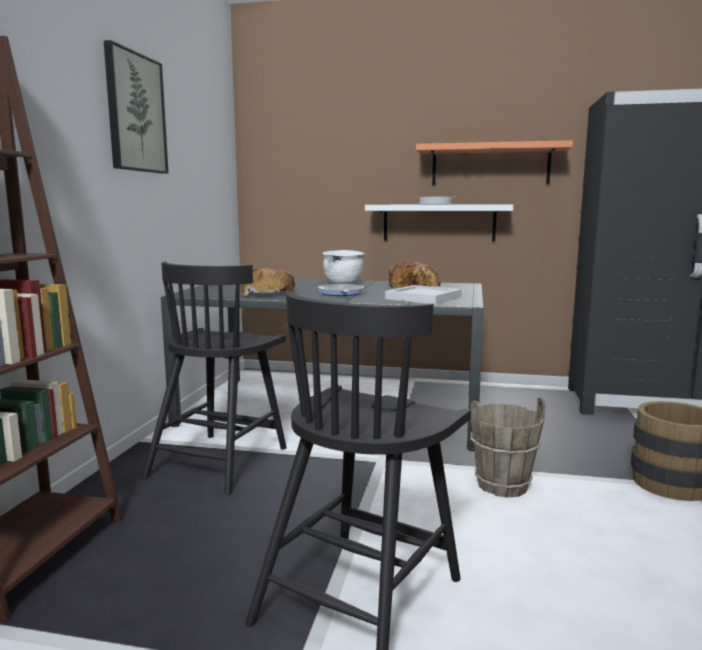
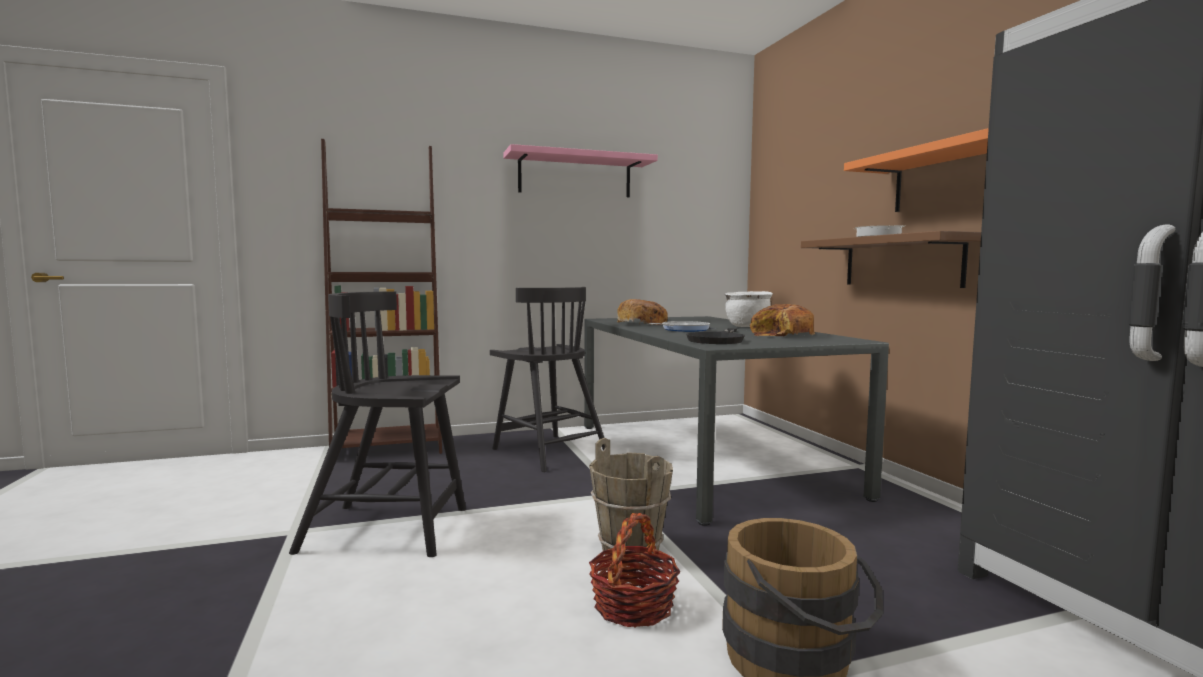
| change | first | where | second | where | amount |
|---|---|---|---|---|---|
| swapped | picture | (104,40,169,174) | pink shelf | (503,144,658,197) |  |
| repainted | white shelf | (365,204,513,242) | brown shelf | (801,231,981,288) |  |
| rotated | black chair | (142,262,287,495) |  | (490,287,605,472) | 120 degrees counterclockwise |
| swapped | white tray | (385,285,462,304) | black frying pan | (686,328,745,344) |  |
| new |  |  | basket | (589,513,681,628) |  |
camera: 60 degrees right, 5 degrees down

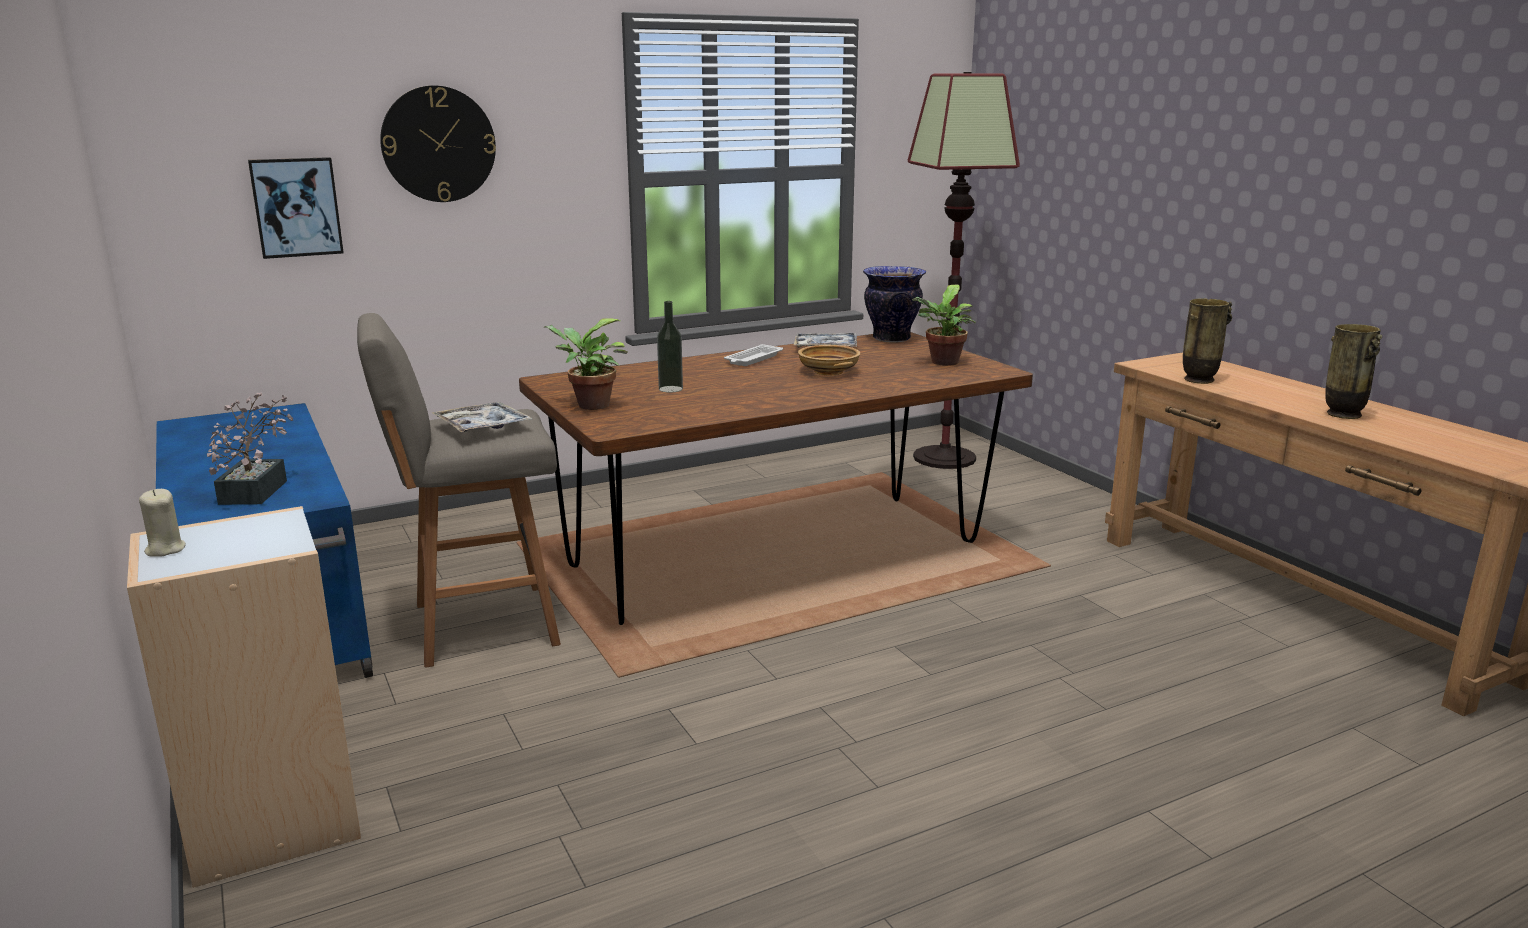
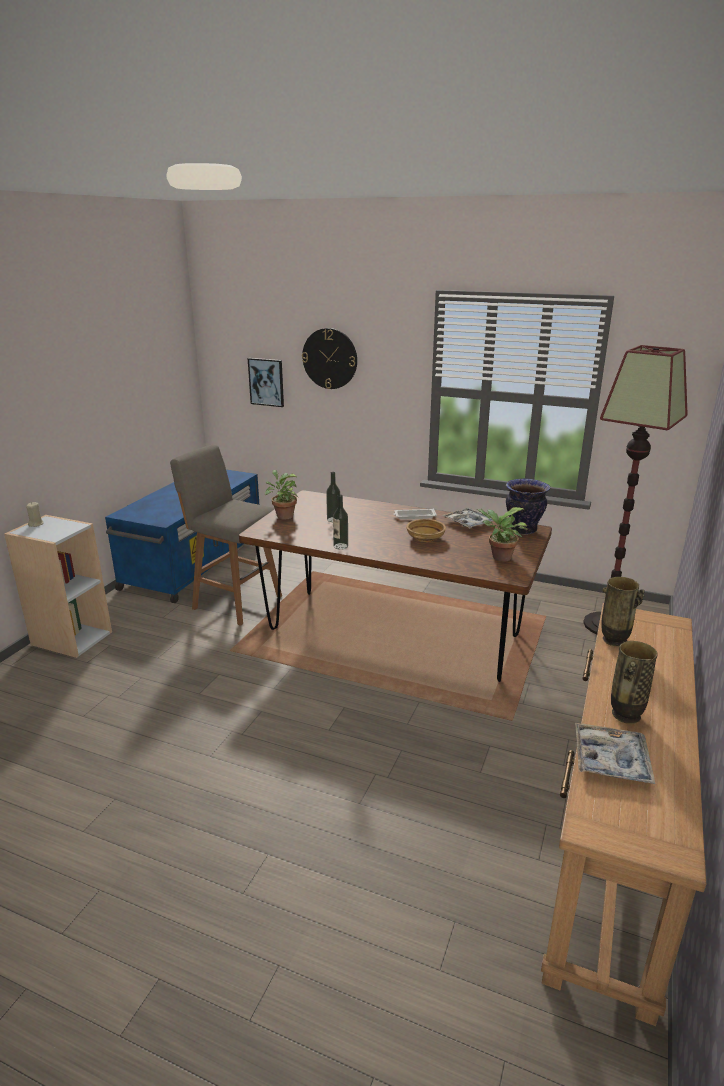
| change | first | where | second | where | amount |
|---|---|---|---|---|---|
| gone | potted plant | (207,392,294,505) |  |  |  |
| shifted | tray | (432,402,532,432) |  | (575,723,655,784) |  |
| new |  |  | bottle | (333,495,348,550) |  |
camera: 50 degrees right, 5 degrees up

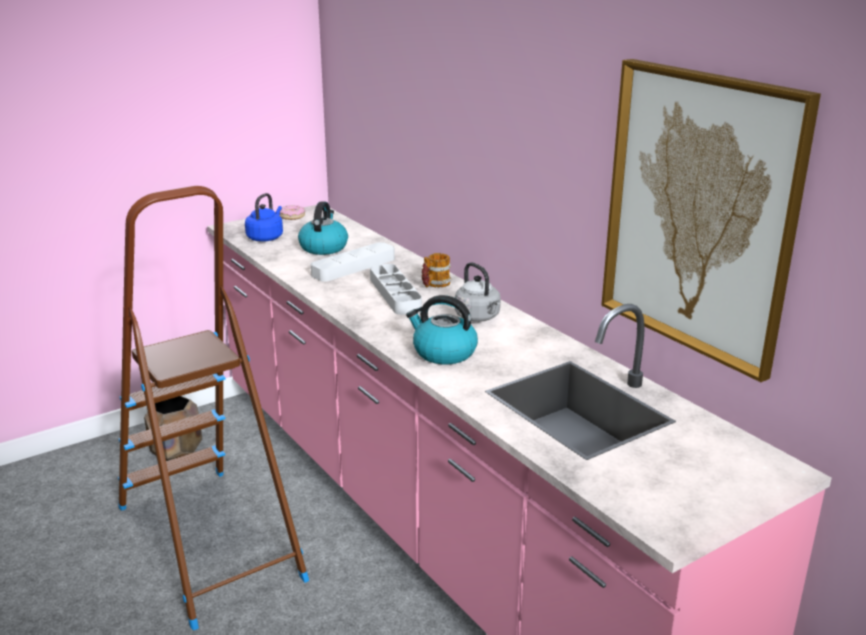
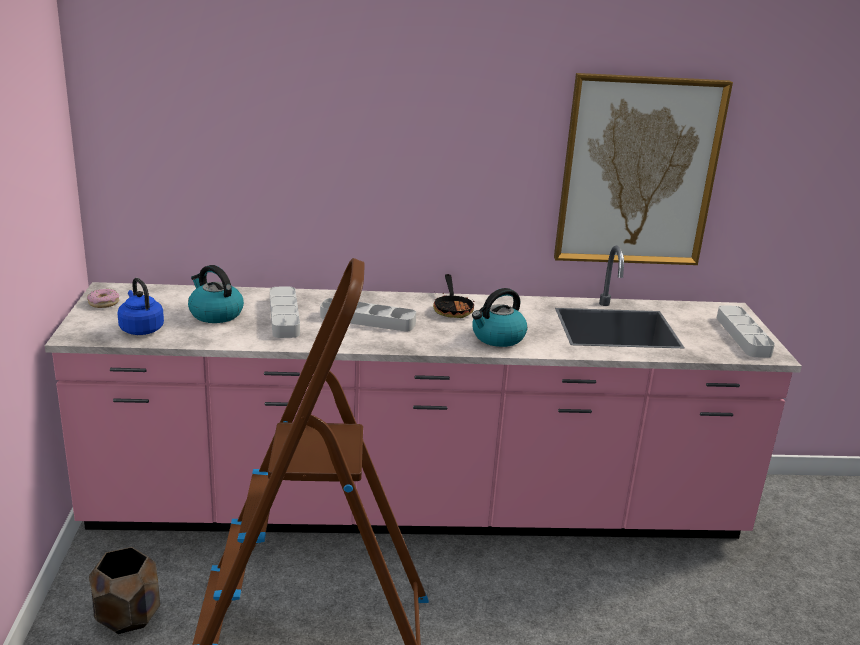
| change | first | where | second | where | amount |
|---|---|---|---|---|---|
| gone | mug | (422,253,451,287) |  |  |  |
| swapped | grey kettle | (455,262,501,322) | frying pan | (433,274,475,318) |  |
| new |  |  | grey tray | (716,305,775,358) |  |
camera: 60 degrees left, 0 degrees up

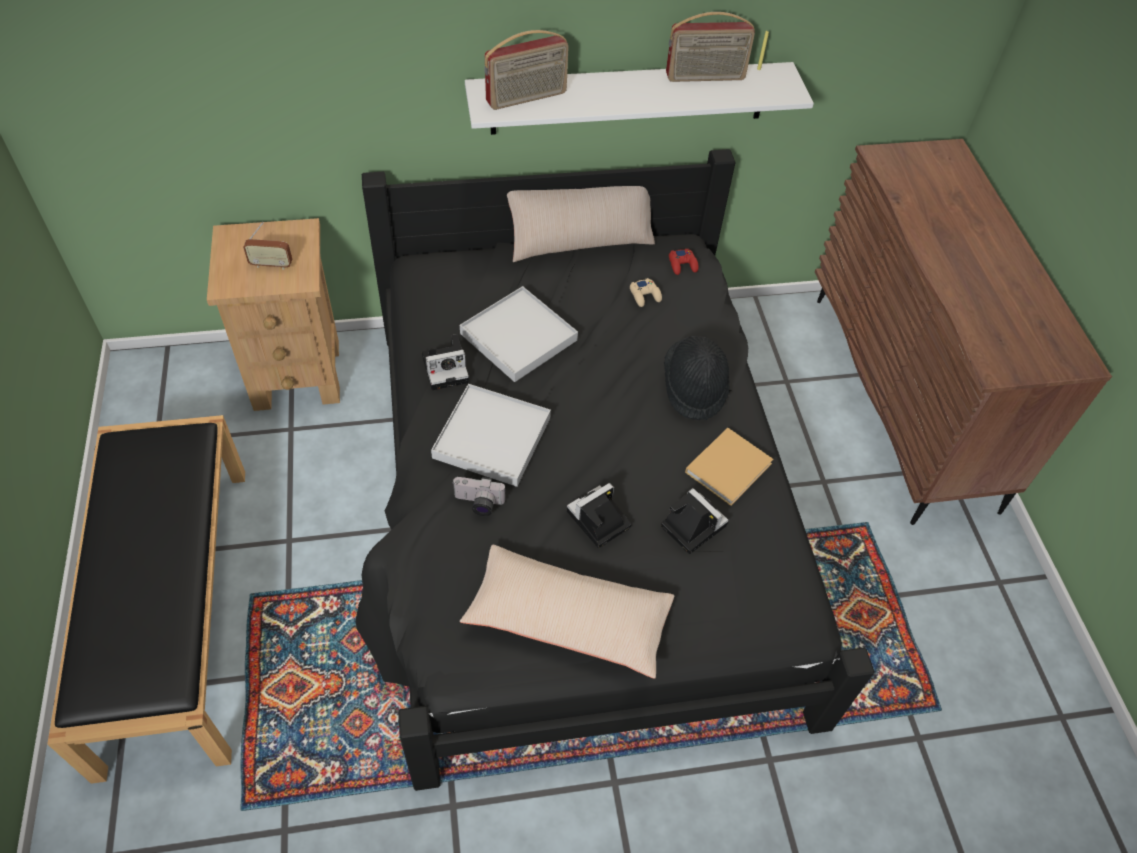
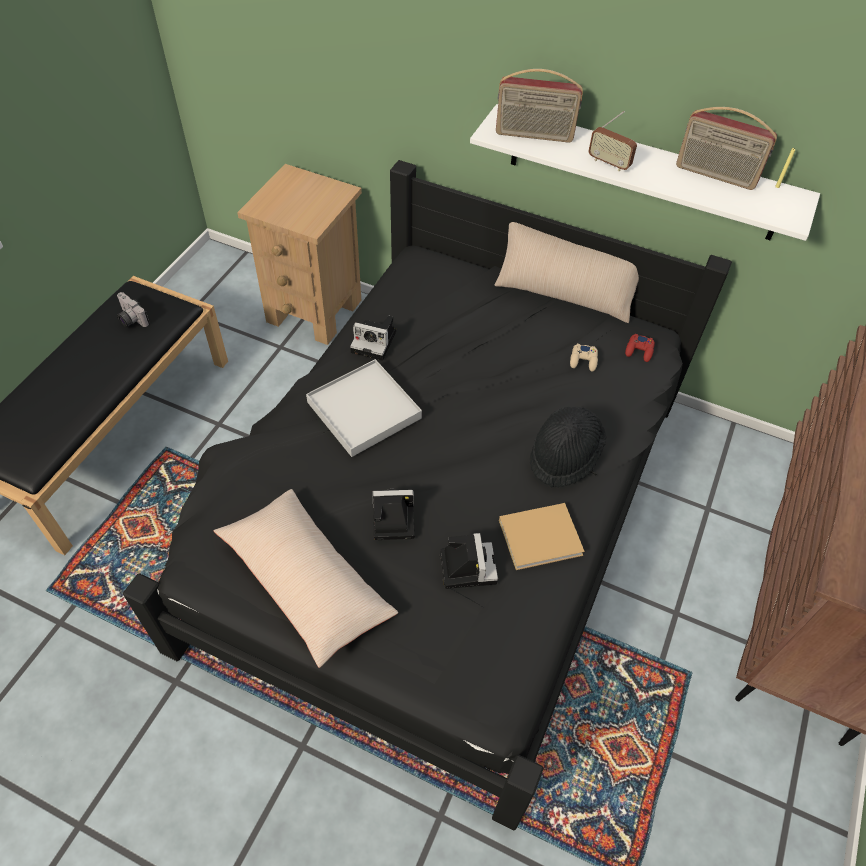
| change | first | where | second | where | amount |
|---|---|---|---|---|---|
| shifted | radio | (243,222,292,270) |  | (589,111,637,171) |  |
| gone | white tray | (460,286,578,382) |  |  |  |
| shifted | photo camera | (452,477,506,516) |  | (117,292,150,328) |  |
camera: 35 degrees right, 0 degrees up

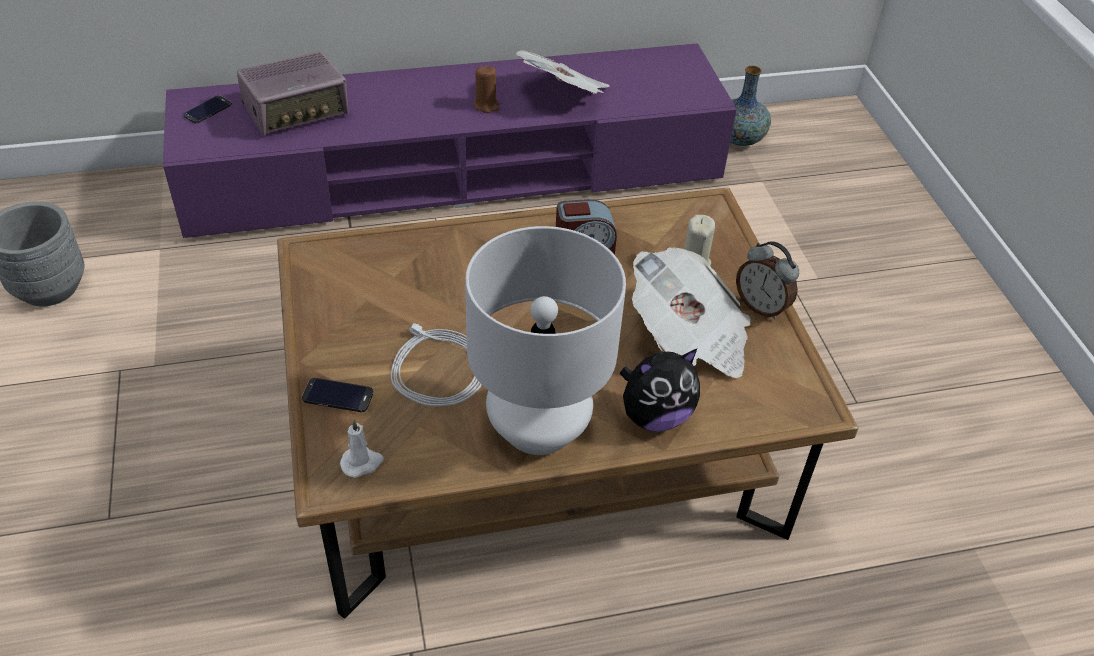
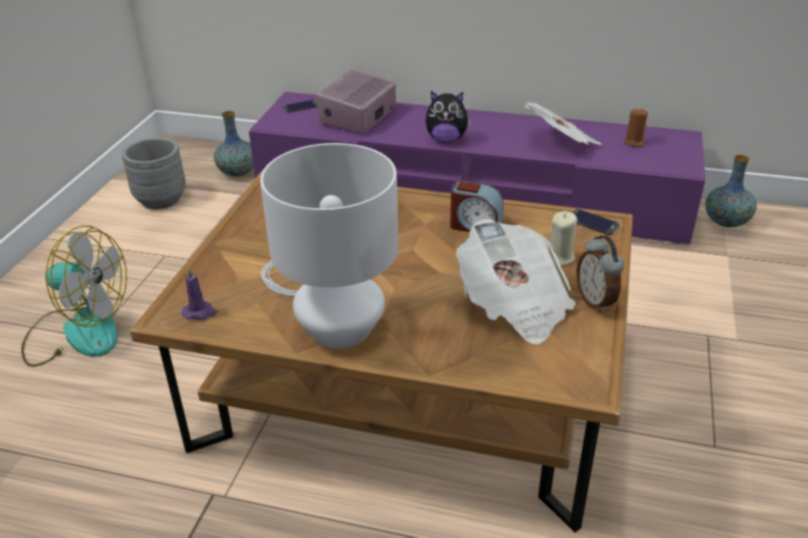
| change | first | where | second | where | amount |
|---|---|---|---|---|---|
| rotated | radio | (237,52,349,136) |  | (316,70,396,134) | 120 degrees clockwise |
| shifted | brown candle | (474,65,499,113) |  | (624,108,648,147) |  |
| shifted | plush toy | (620,348,700,432) |  | (425,91,472,143) |  |
| shifted | phone | (302,378,374,412) |  | (572,209,620,235) |  |
| repainted | white candle | (340,419,383,478) | purple candle | (182,267,217,320) |  |
| new |  |  | vase | (214,111,254,177) |  |
| new |  |  | fan | (21,226,127,367) |  |
camera: 30 degrees right, 10 degrees down

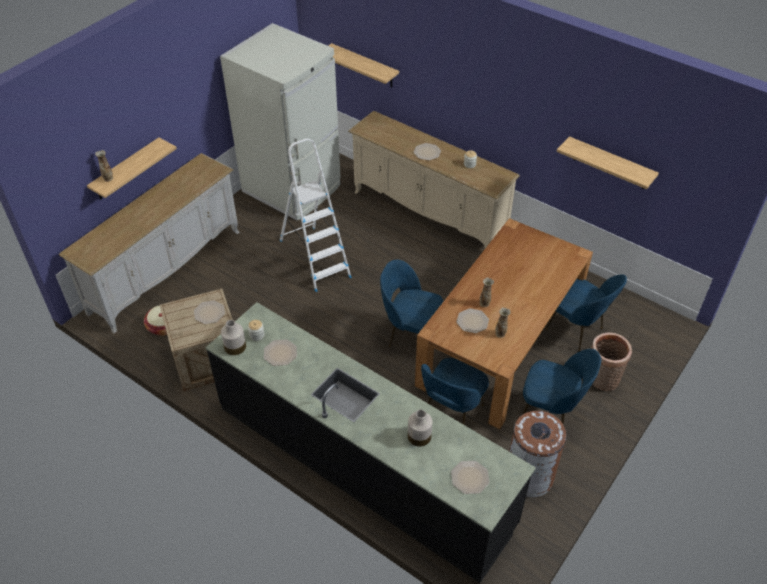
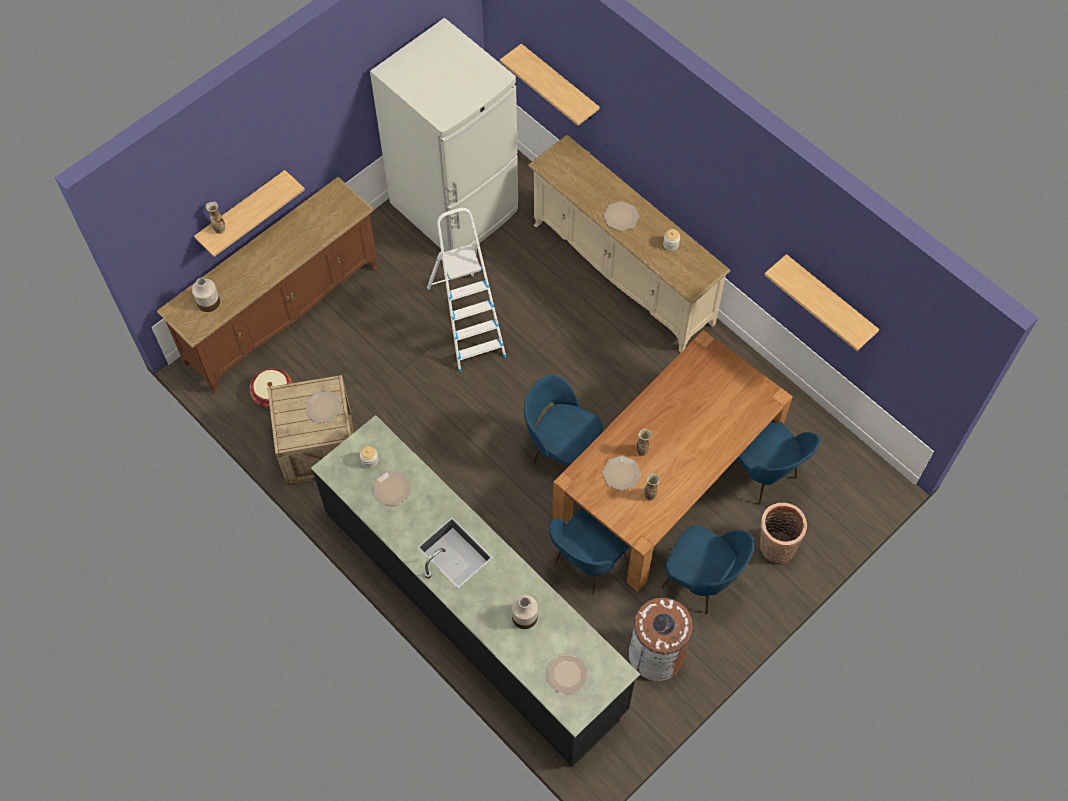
| change | first | where | second | where | amount |
|---|---|---|---|---|---|
| repainted | grey cabinet | (59,153,239,333) | brown cabinet | (157,177,379,395) |  |
| shifted | beige vase | (221,320,246,355) |  | (192,278,220,312) |  |
camera: 10 degrees right, 15 degrees up

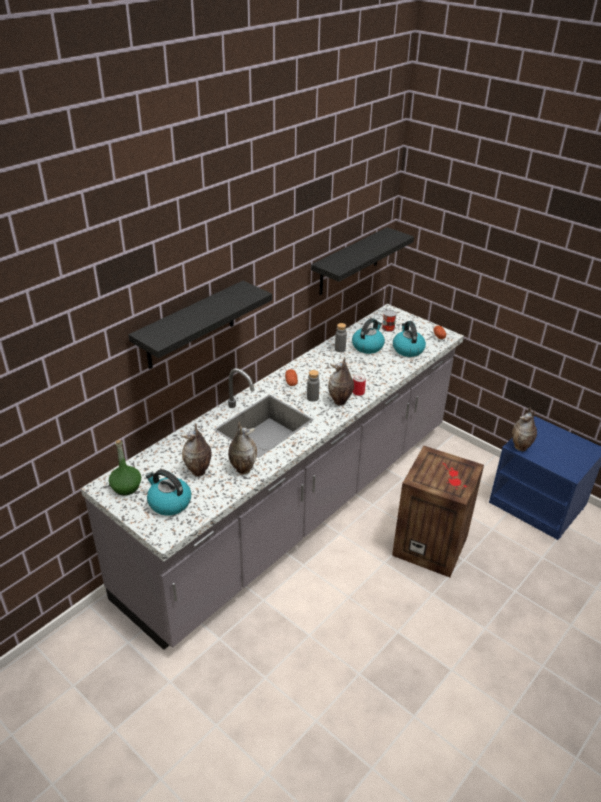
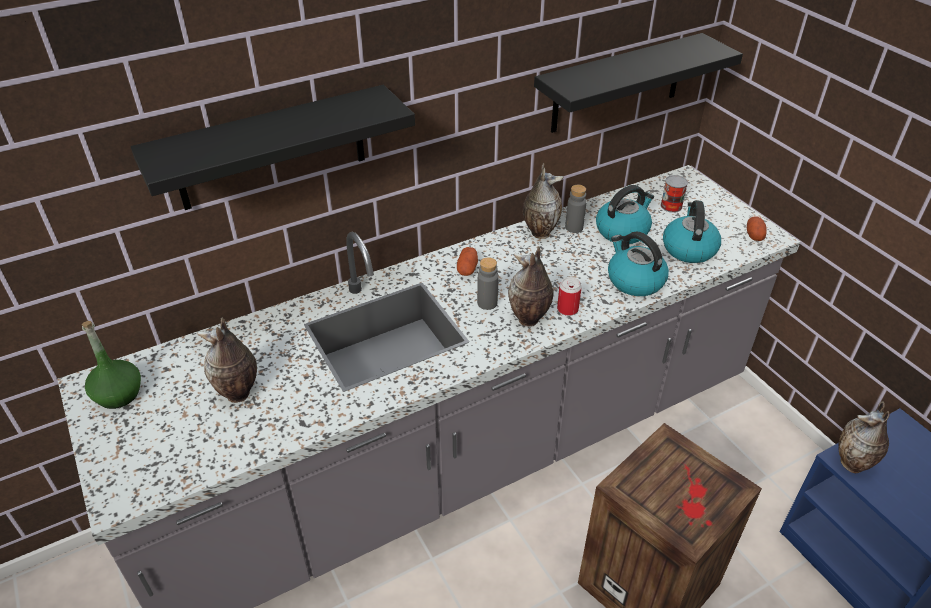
| change | first | where | second | where | amount |
|---|---|---|---|---|---|
| shifted | vase | (228,422,257,474) |  | (523,163,563,239) |  |
| shifted | kettle | (146,469,191,516) |  | (608,231,669,296) |  |
camera: 20 degrees right, 5 degrees up

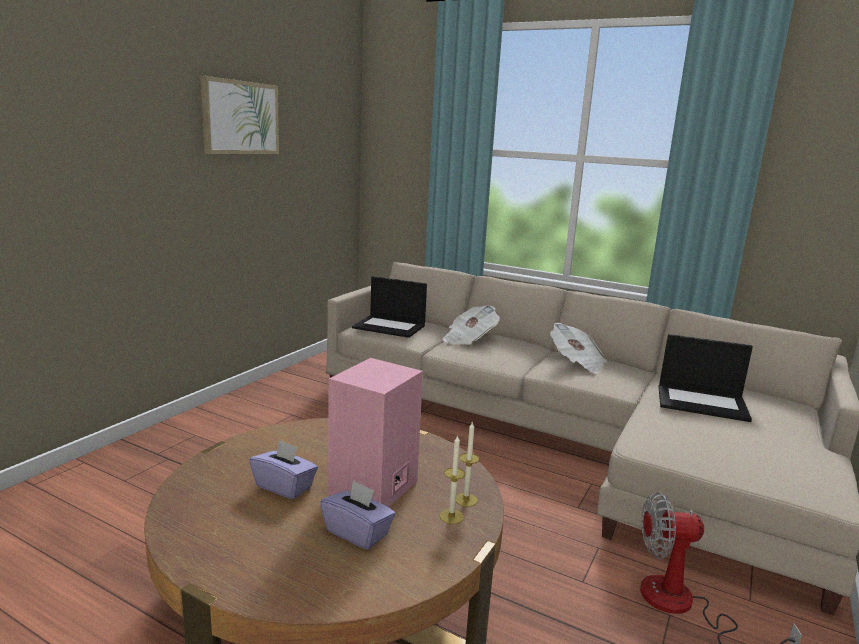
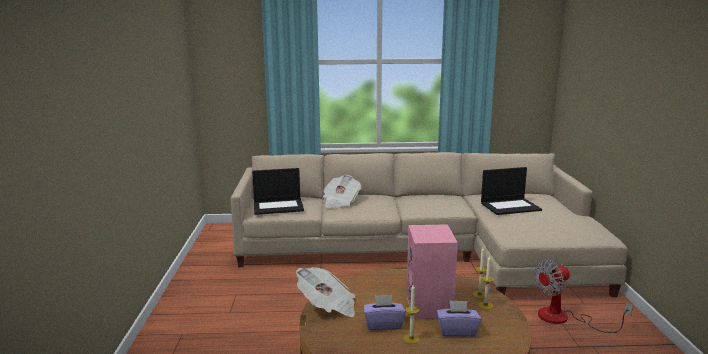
| change | first | where | second | where | amount |
|---|---|---|---|---|---|
| gone | picture | (200,76,279,154) |  |  |  |
| shifted | newspaper | (550,323,607,374) |  | (296,267,355,317) |  |
| new |  |  | candle | (403,285,420,344) |  |
camera: 30 degrees left, 0 degrees up

